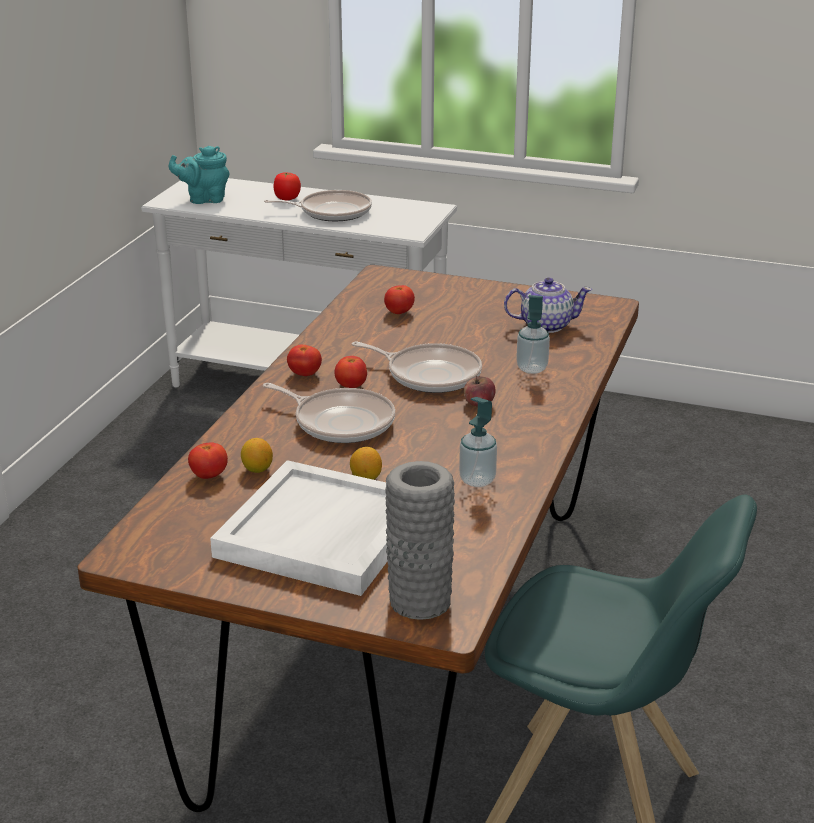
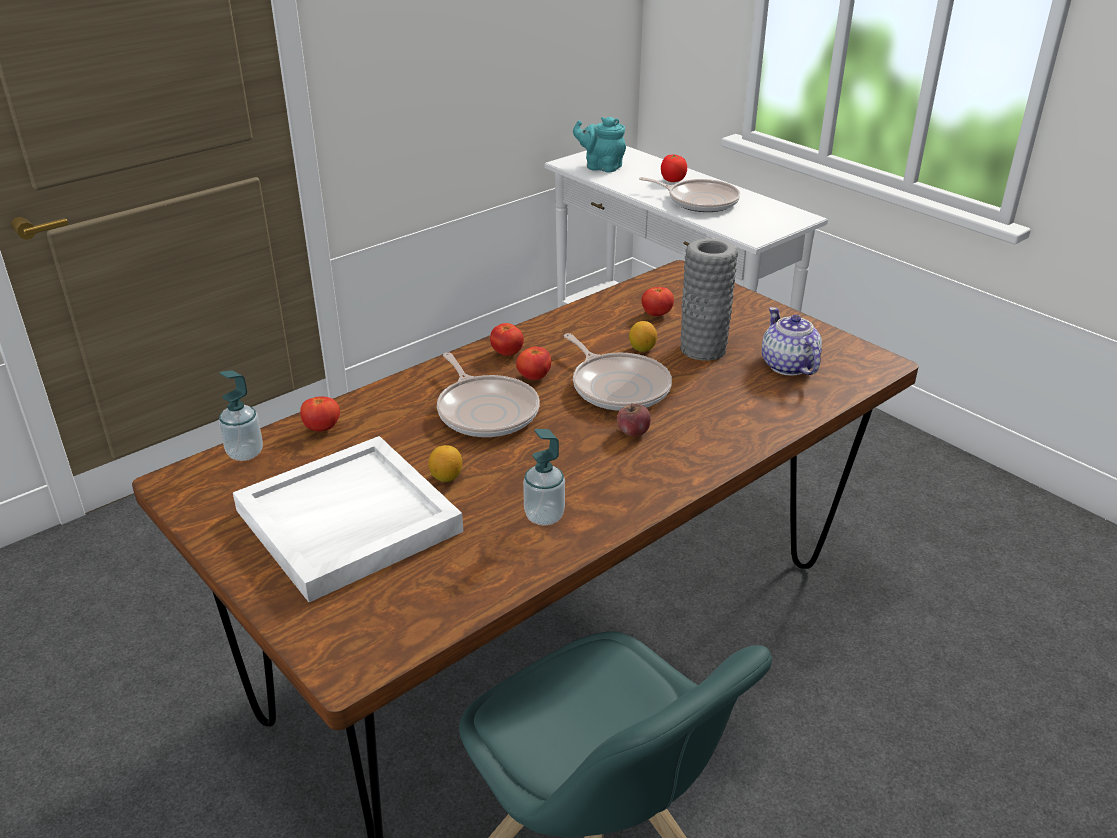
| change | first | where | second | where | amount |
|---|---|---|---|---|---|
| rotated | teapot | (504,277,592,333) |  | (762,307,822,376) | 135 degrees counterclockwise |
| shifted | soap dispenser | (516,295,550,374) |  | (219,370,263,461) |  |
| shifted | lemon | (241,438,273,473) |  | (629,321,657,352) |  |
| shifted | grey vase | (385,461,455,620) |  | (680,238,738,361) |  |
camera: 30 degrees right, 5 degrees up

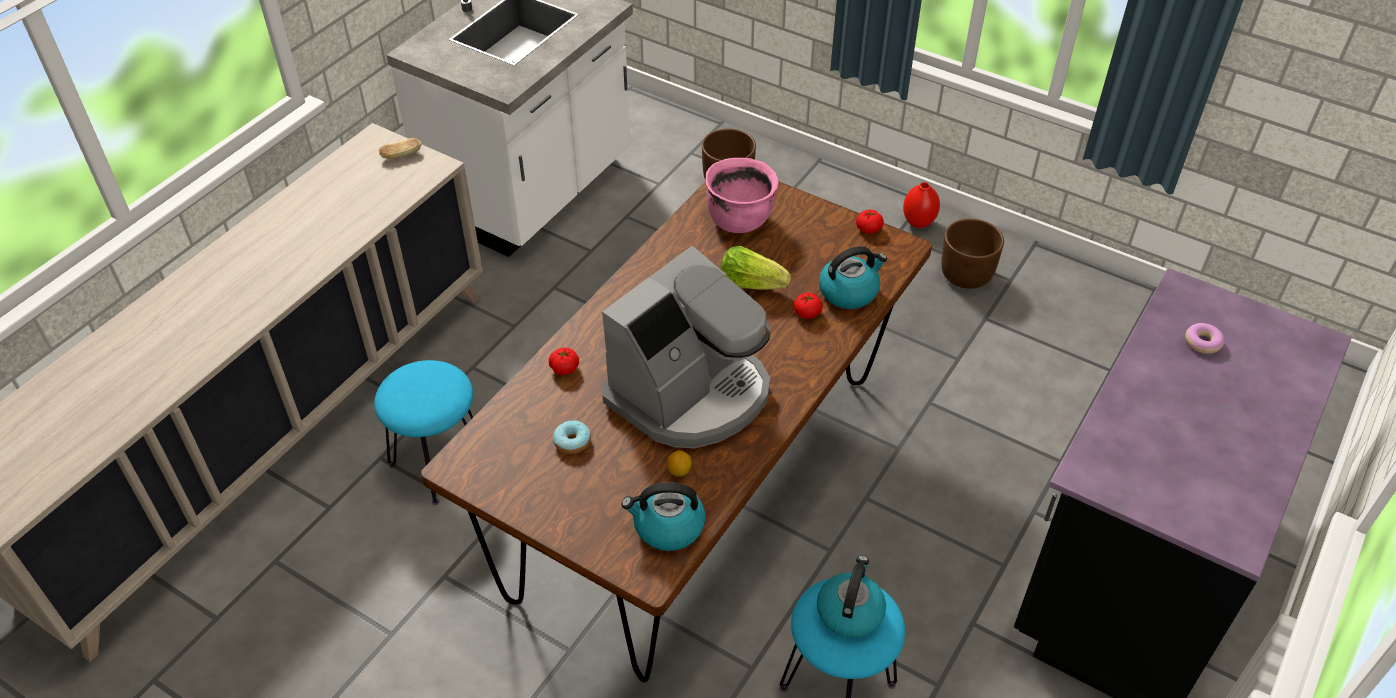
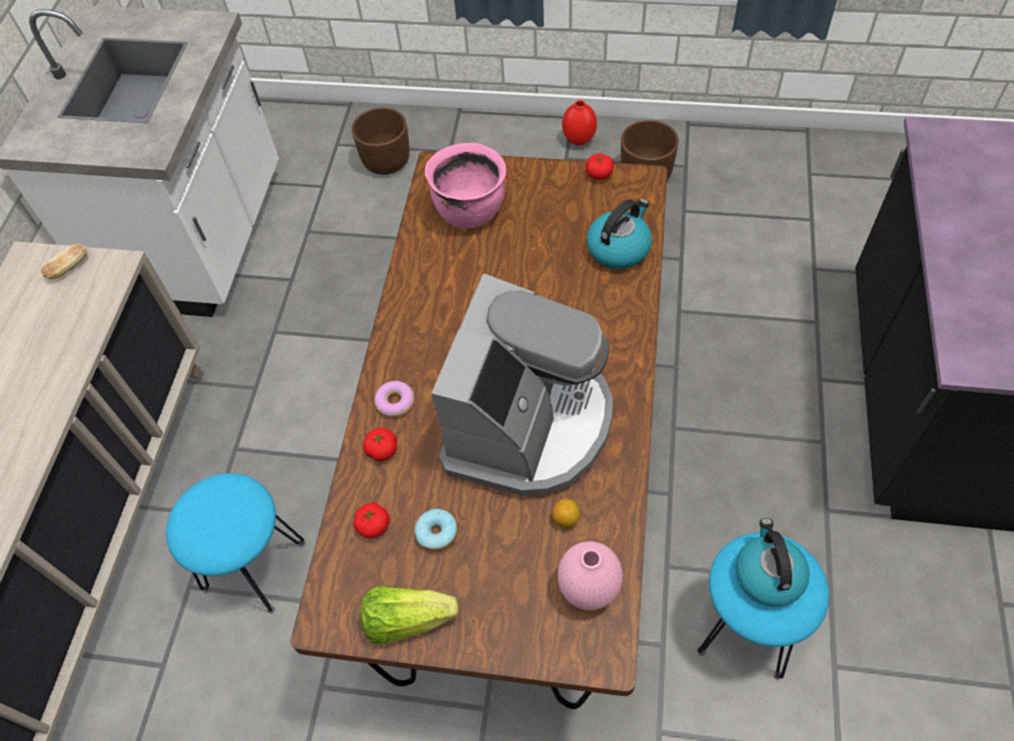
| change | first | where | second | where | amount |
|---|---|---|---|---|---|
| shifted | lettuce | (720,246,791,290) |  | (360,585,459,645) |  |
| shifted | tomato | (793,293,823,319) |  | (353,503,390,539) |  |
| shifted | donut | (1185,323,1224,354) |  | (374,381,414,417) |  |
| swapped | kettle | (621,482,706,551) | pink vase | (558,541,623,610) |  |
camera: 20 degrees left, 10 degrees up

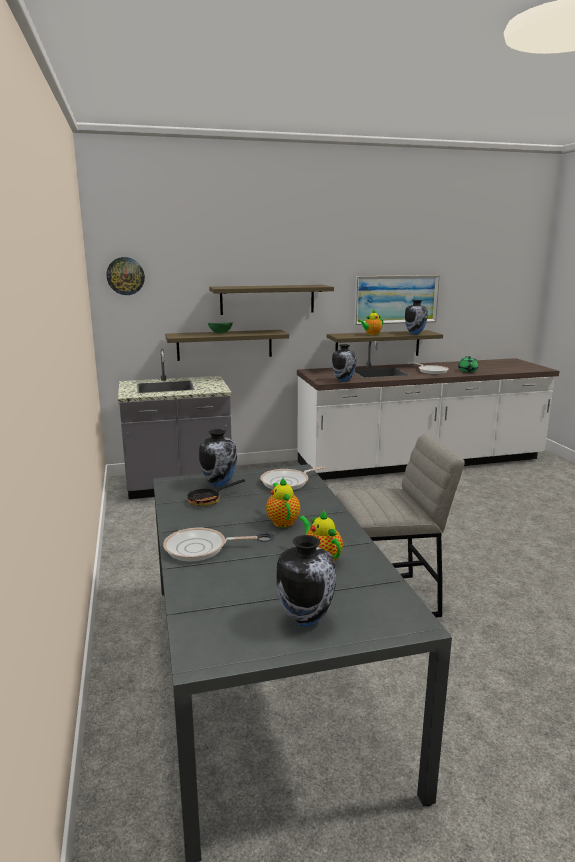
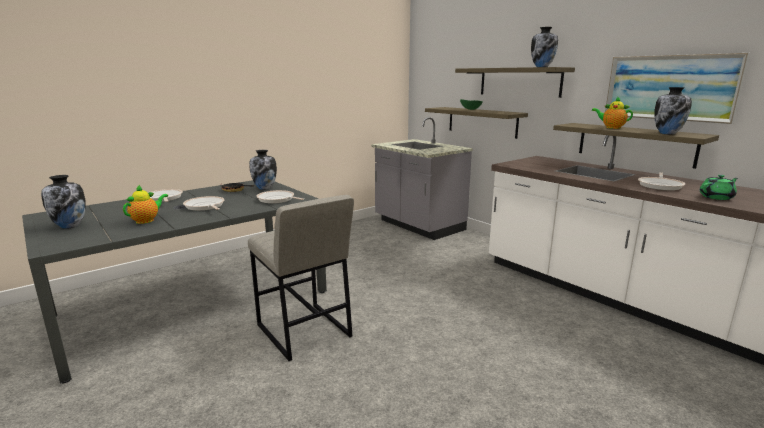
| change | first | where | second | where | amount |
|---|---|---|---|---|---|
| gone | wall clock | (106,257,145,295) |  |  |  |
| shifted | vase | (332,344,356,382) |  | (531,27,558,67) |  |
| swapped | teapot | (266,478,300,528) | frying pan | (183,196,224,211) |  |
camera: 65 degrees right, 0 degrees up

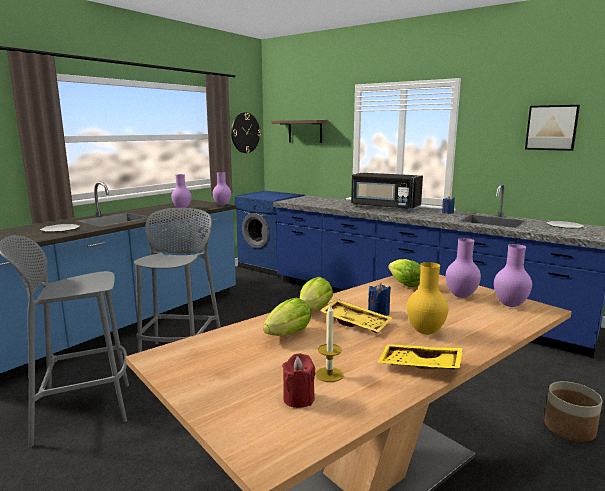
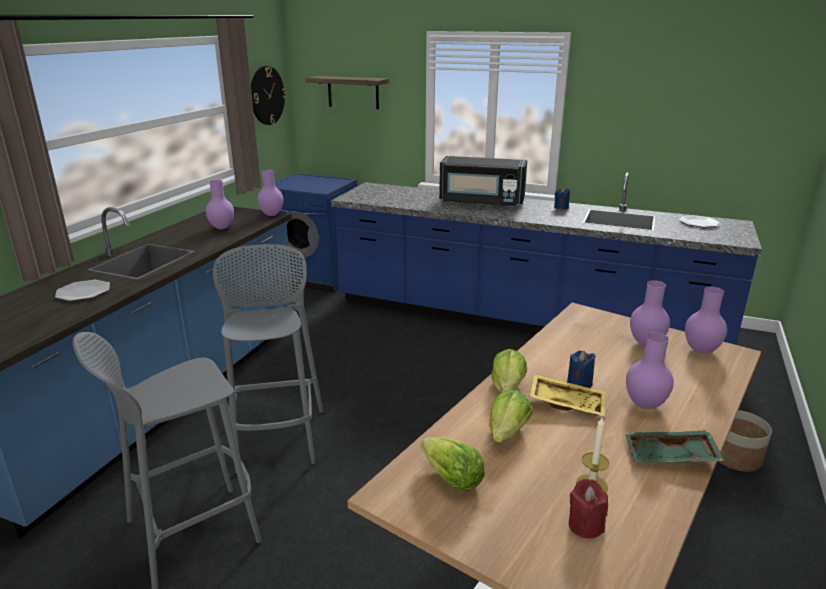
| change | first | where | second | where | amount |
|---|---|---|---|---|---|
| gone | picture | (525,105,580,151) |  |  |  |
| shifted | lettuce | (388,259,421,288) |  | (421,437,484,492) |  |
| repainted | yellow vase | (407,262,449,335) | purple vase | (626,332,674,409) |  |
| repainted | yellow tray | (377,344,463,370) | green tray | (625,430,724,463) |  |
camera: 15 degrees left, 10 degrees up

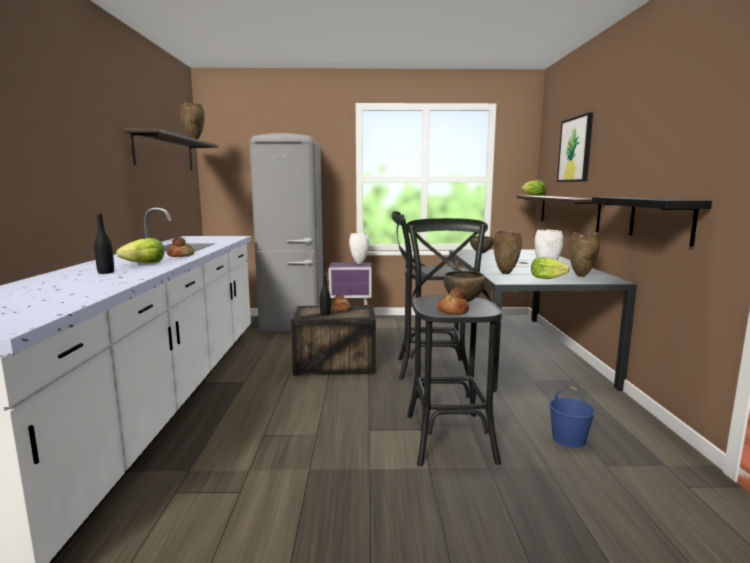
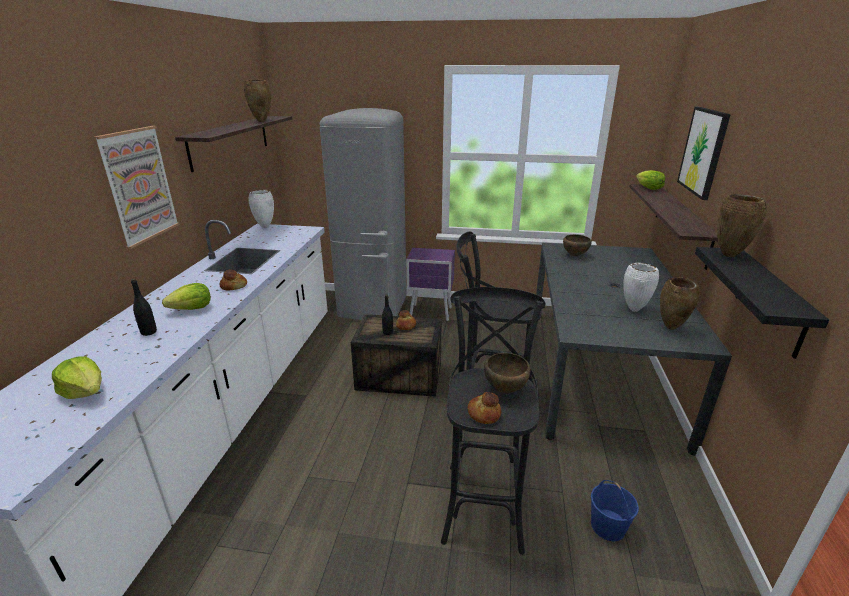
| change | first | where | second | where | amount |
|---|---|---|---|---|---|
| shifted | brown vase | (493,231,522,274) |  | (717,194,767,257) |  |
| shifted | white vase | (349,233,369,264) |  | (248,190,274,228) |  |
| shifted | lettuce | (531,257,570,279) |  | (52,356,102,399) |  |
| new |  |  | picture | (94,126,180,249) |  |
camera: 10 degrees right, 15 degrees up

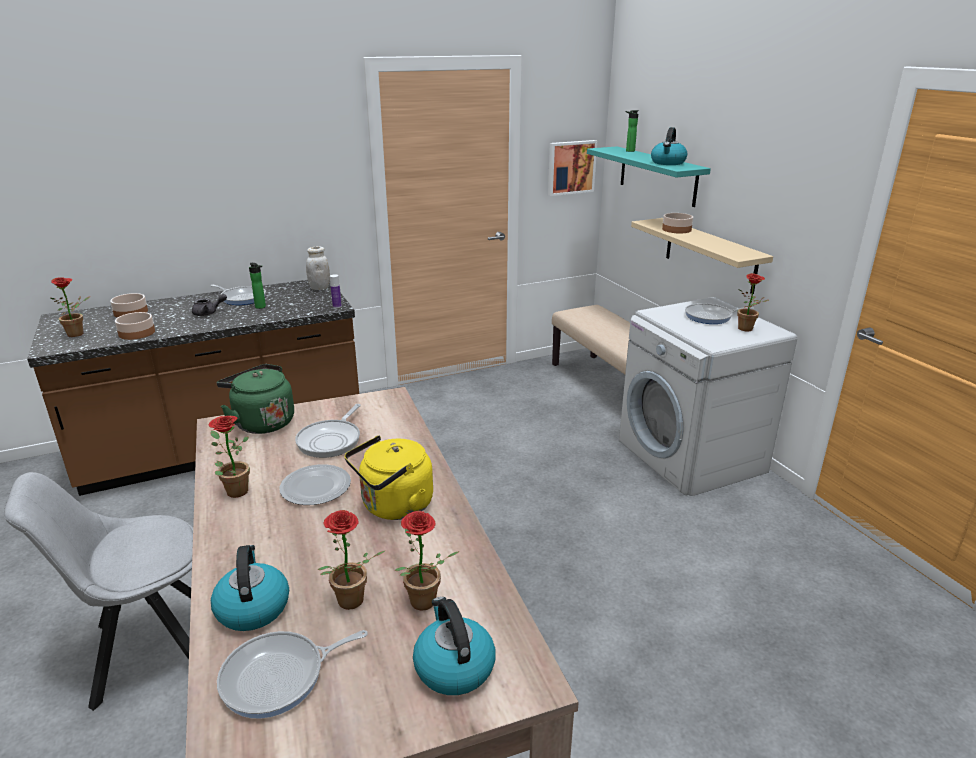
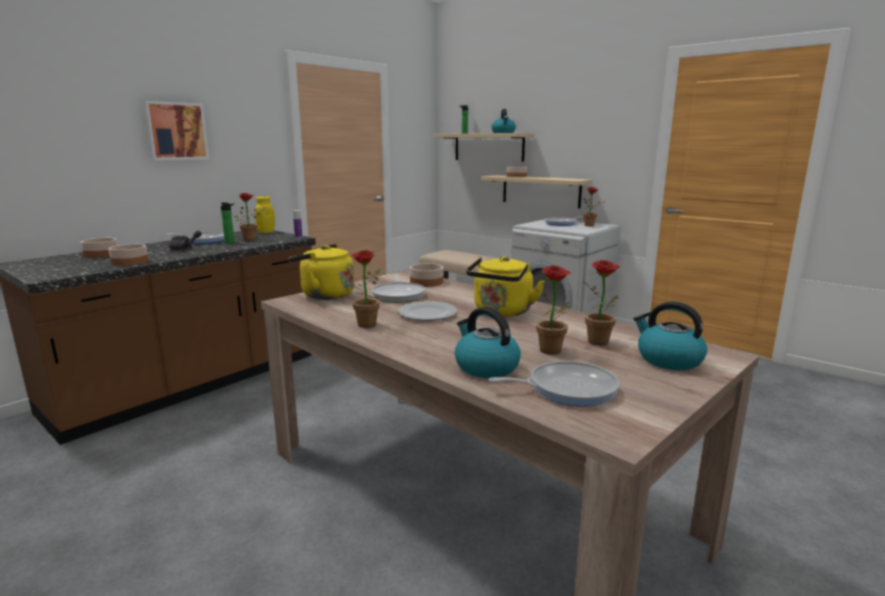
| change | first | where | second | where | amount |
|---|---|---|---|---|---|
| shifted | picture | (548,140,597,196) |  | (143,101,209,160) |  |
| repainted | turquoise shelf | (587,146,711,207) | beige shelf | (433,133,534,162) |  |
| repainted | white jar | (306,247,330,290) | yellow jar | (255,196,275,233) |  |
| shifted | potted plant | (50,277,90,337) |  | (234,193,267,241) |  |
| repainted | green kettle | (217,364,294,434) | yellow kettle | (288,244,354,300) |  |
| gone | grey chair | (4,472,193,711) |  |  |  |
| rotated | frying pan | (217,630,368,719) |  | (489,361,620,406) | 135 degrees counterclockwise |
| new |  |  | bowl | (410,263,443,287) |  |
camera: 25 degrees left, 10 degrees down

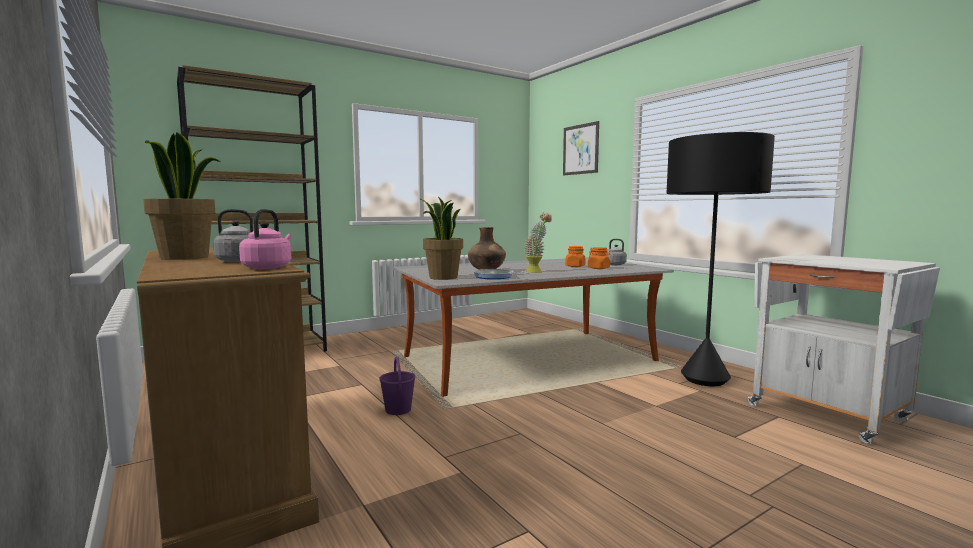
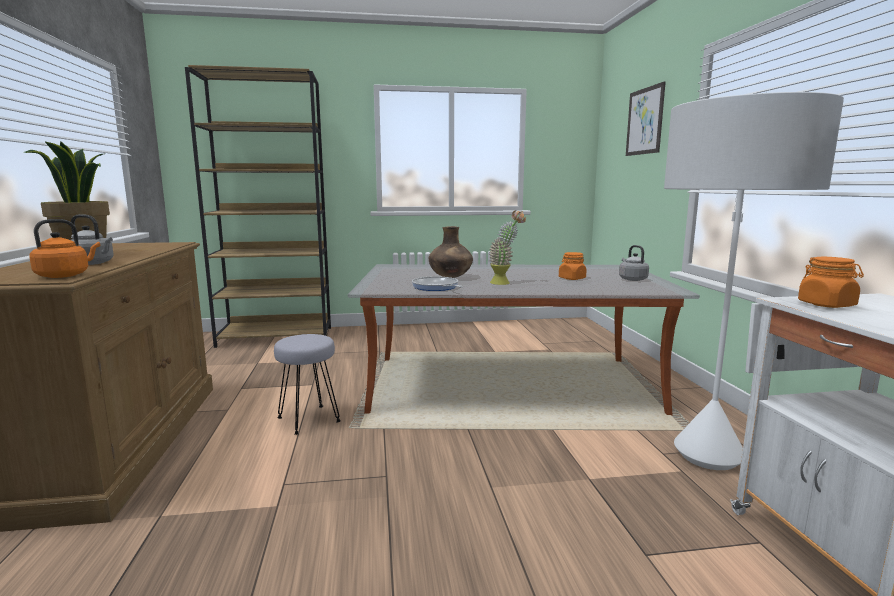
| change | first | where | second | where | amount |
|---|---|---|---|---|---|
| repainted | black floor lamp | (667,132,775,386) | white floor lamp | (664,92,844,470) |  |
| gone | potted plant | (419,196,463,280) |  |  |  |
| repainted | pink kettle | (239,209,291,269) | orange kettle | (29,219,100,278) |  |
| shifted | orange jar | (588,247,611,269) |  | (798,257,864,308) |  |
| swapped | purple bucket | (380,357,415,415) | grey stool | (274,334,341,435) |  |
camera: 25 degrees right, 5 degrees up

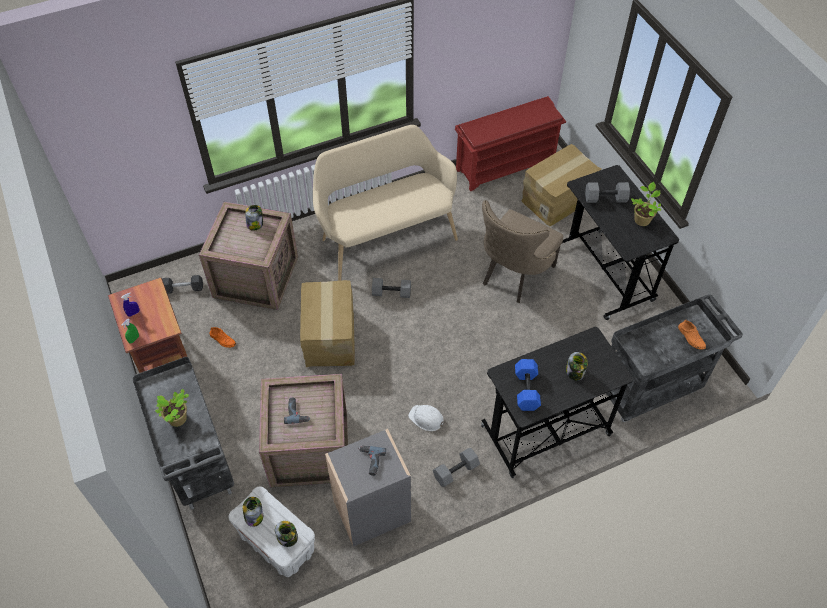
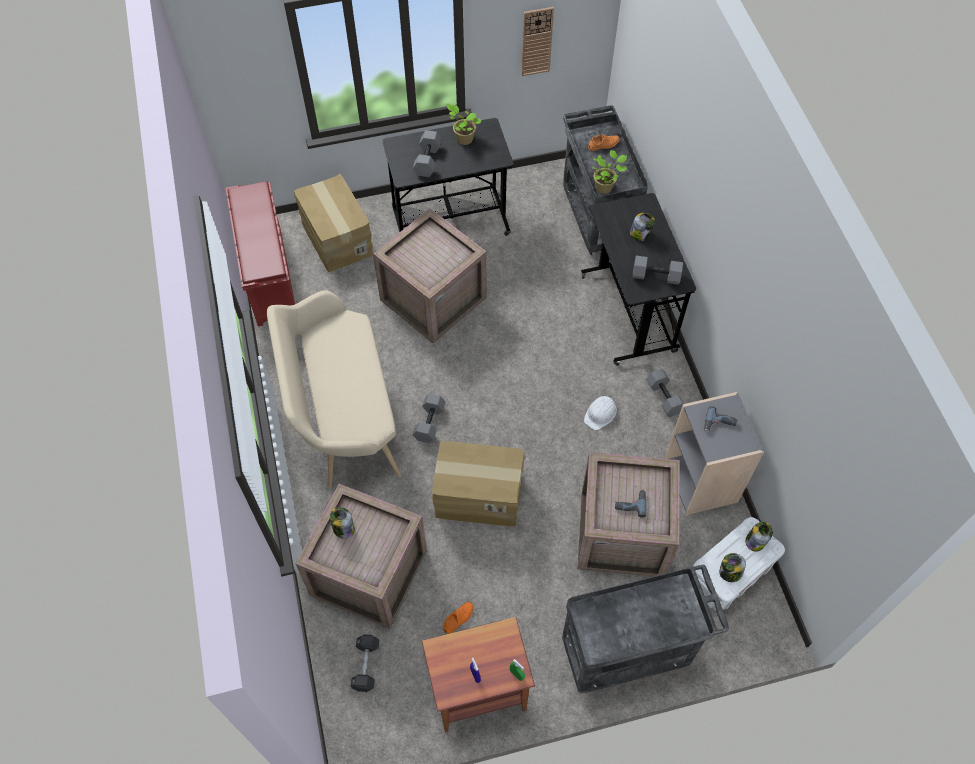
| change | first | where | second | where | amount |
|---|---|---|---|---|---|
| swapped | beige chair | (482,200,563,303) | crate | (373,209,487,343) |  |
| repainted | blue dumbbell | (515,359,541,411) | grey dumbbell | (632,255,683,285) |  |
| shifted | potted plant | (155,389,189,427) |  | (592,150,627,194) |  |
| new |  |  | wall clock | (521,7,554,76) |  |
camera: 80 degrees left, 5 degrees up

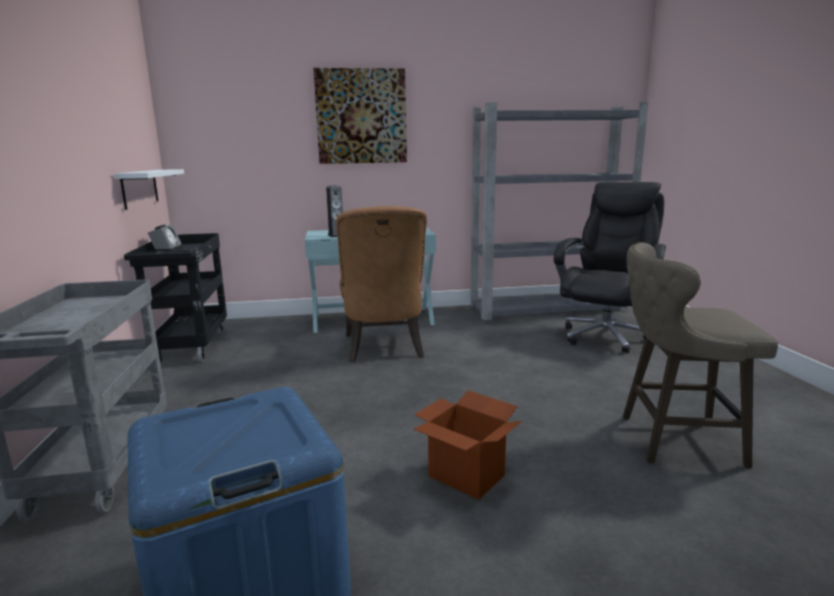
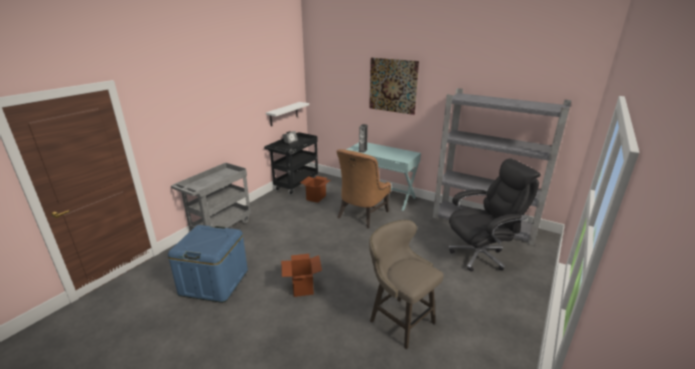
| change | first | where | second | where | amount |
|---|---|---|---|---|---|
| new |  |  | cardboard box | (300,176,330,203) |  |
camera: 40 degrees right, 10 degrees up

